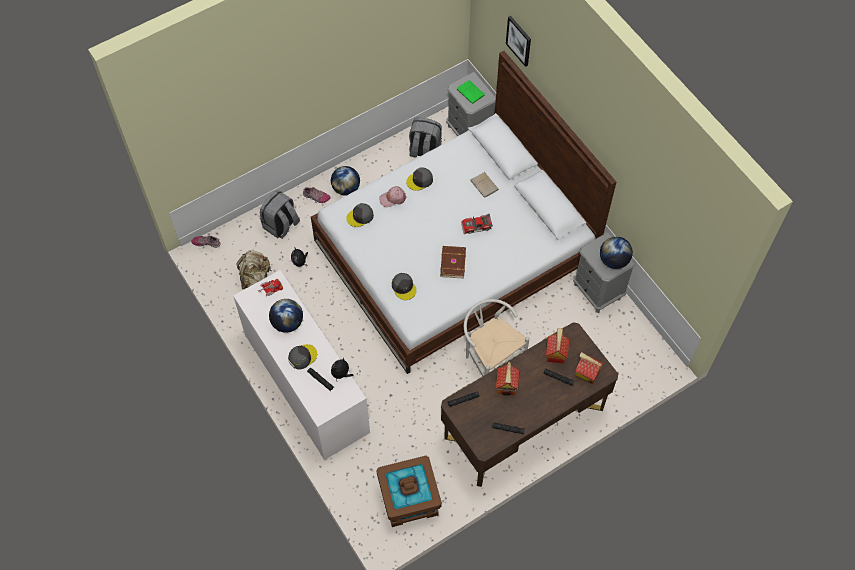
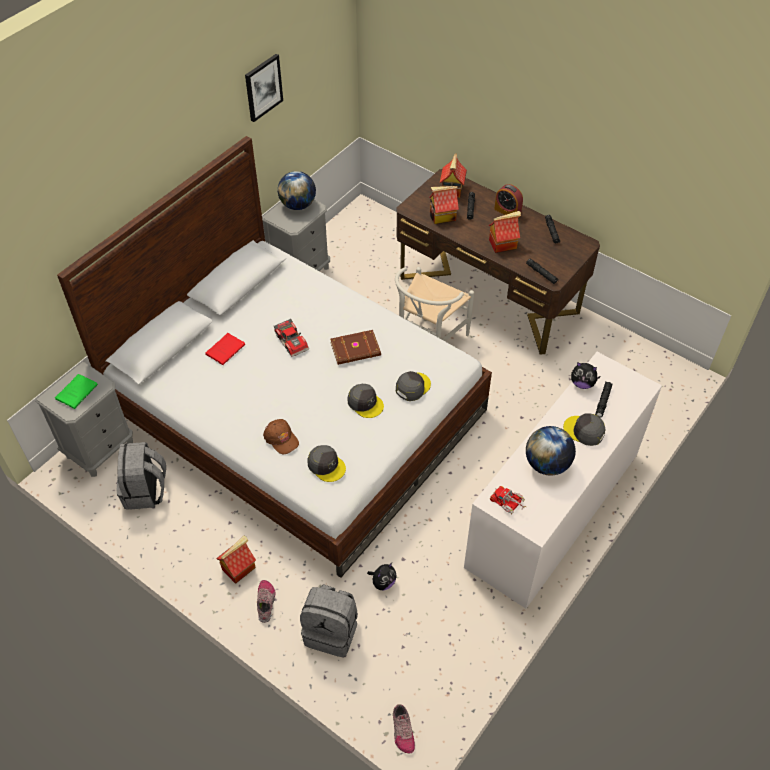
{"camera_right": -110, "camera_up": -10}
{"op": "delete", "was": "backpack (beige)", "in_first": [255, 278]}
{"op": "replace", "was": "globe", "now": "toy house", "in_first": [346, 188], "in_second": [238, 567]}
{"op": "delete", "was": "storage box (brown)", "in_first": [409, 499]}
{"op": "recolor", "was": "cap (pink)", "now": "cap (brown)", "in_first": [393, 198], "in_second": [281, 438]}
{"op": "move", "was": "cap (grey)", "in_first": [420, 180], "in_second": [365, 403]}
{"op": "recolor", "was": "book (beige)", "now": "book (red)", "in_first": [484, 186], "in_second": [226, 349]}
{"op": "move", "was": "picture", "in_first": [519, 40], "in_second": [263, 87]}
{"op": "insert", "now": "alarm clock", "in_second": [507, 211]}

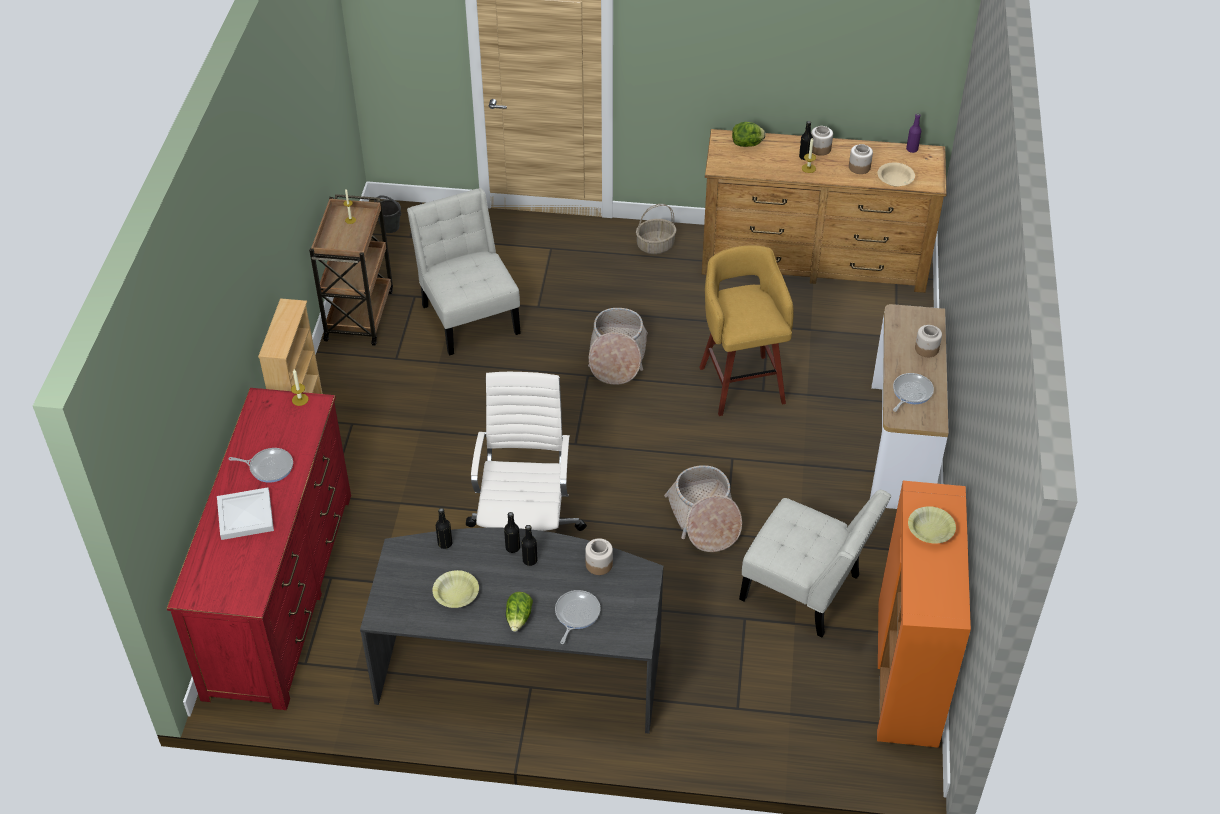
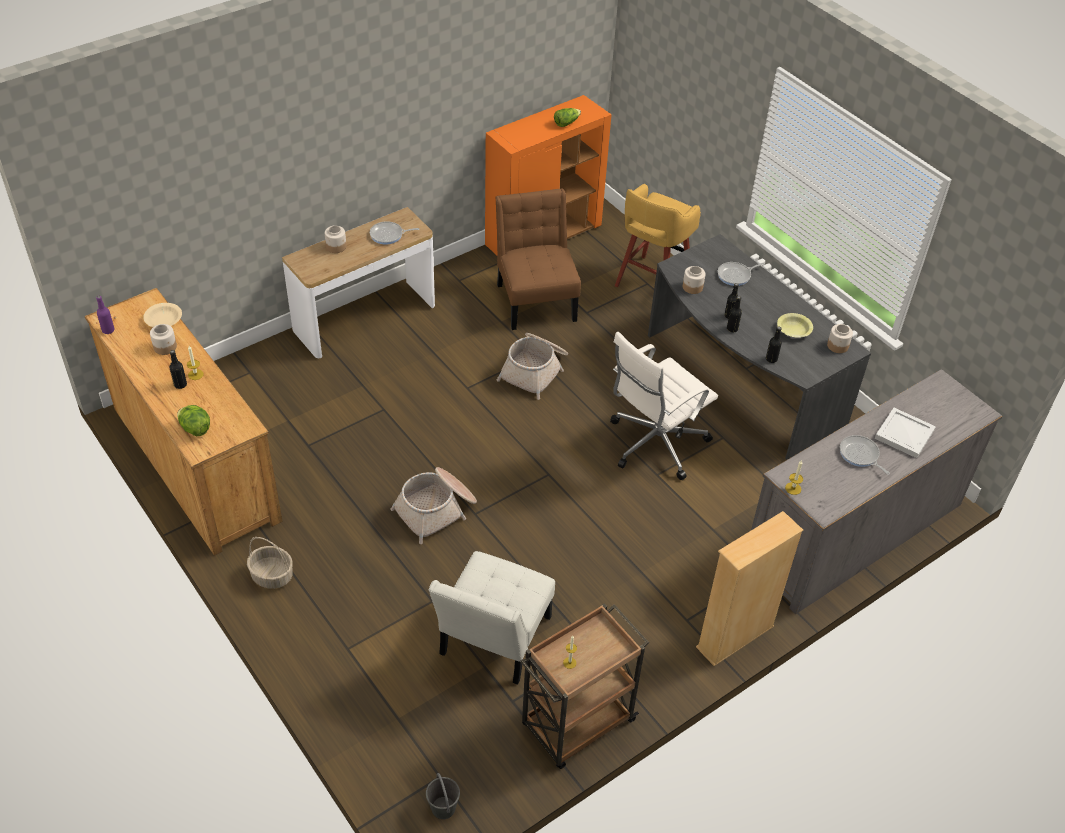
{"camera_right": -135, "camera_up": 0}
{"op": "recolor", "was": "dresser (red)", "now": "dresser (grey)", "in_first": [280, 592], "in_second": [853, 533]}
{"op": "move", "was": "lettuce", "in_first": [519, 618], "in_second": [566, 123]}
{"op": "move", "was": "stool (yellow)", "in_first": [741, 383], "in_second": [651, 283]}
{"op": "recolor", "was": "chair (white)", "now": "chair (brown)", "in_first": [806, 591], "in_second": [535, 299]}
{"op": "move", "was": "jar", "in_first": [820, 149], "in_second": [838, 346]}
{"op": "delete", "was": "bowl (yellow)", "in_first": [930, 530]}

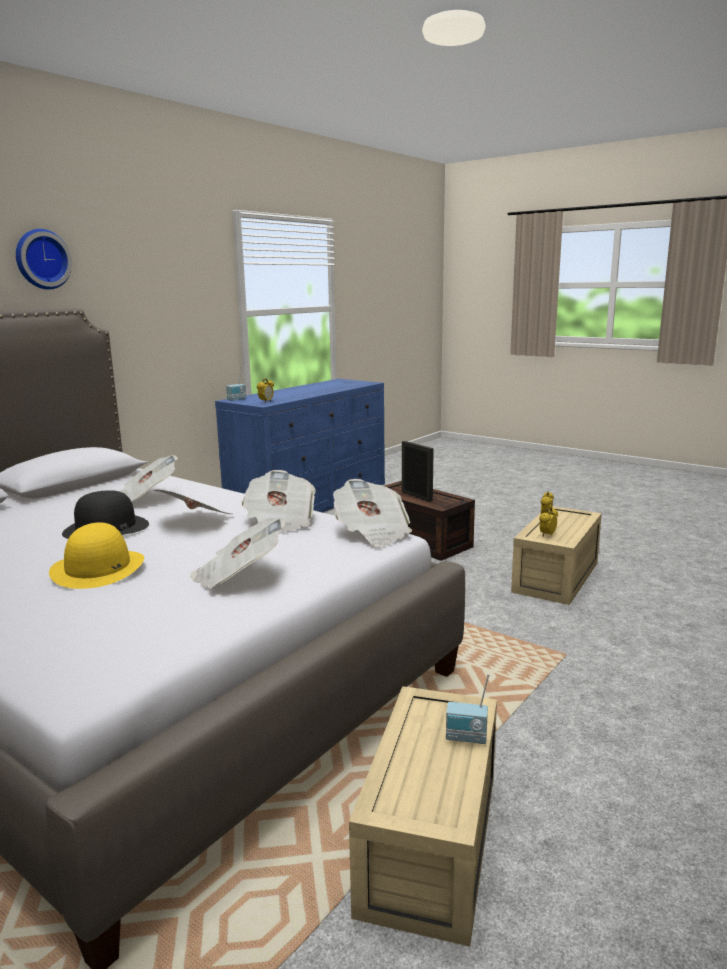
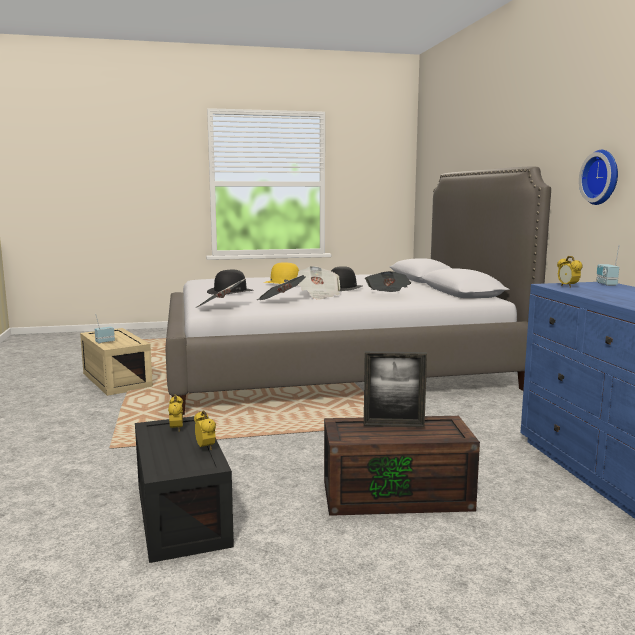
{"camera_right": 130, "camera_up": -5}
{"op": "move", "was": "wall clock", "in_first": [41, 259], "in_second": [602, 177]}
{"op": "replace", "was": "newspaper", "now": "hat (black)", "in_first": [238, 577], "in_second": [230, 291]}
{"op": "recolor", "was": "storage box (beige)", "now": "storage box (black)", "in_first": [557, 578], "in_second": [179, 514]}

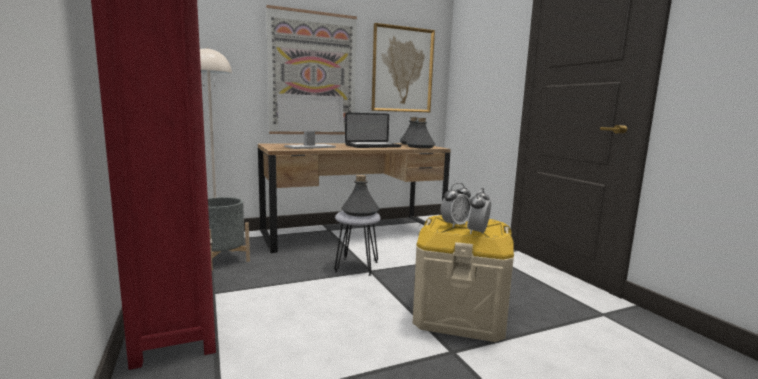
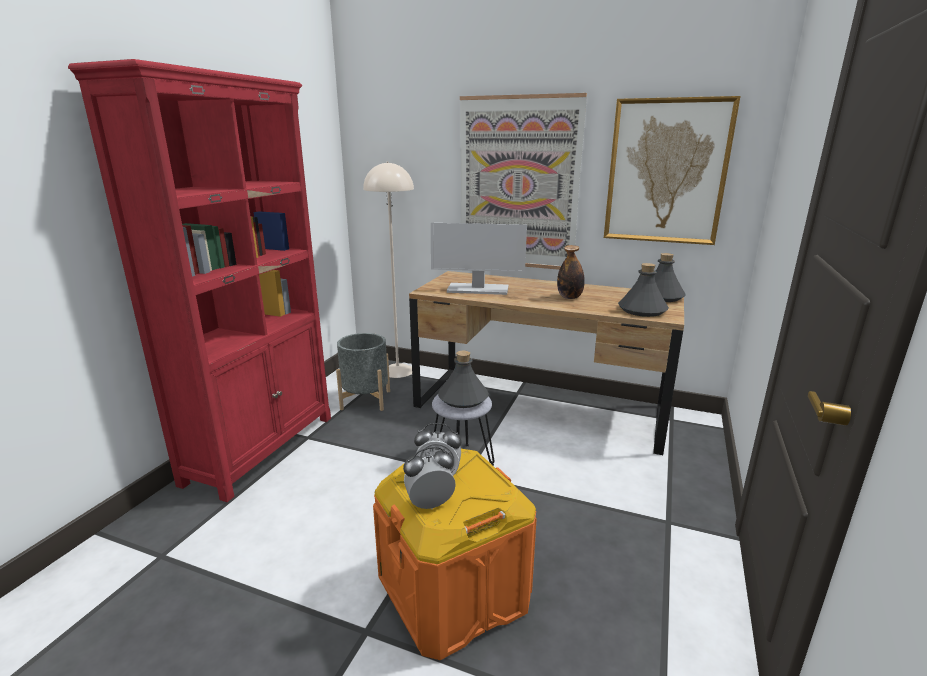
{"camera_right": 45, "camera_up": 10}
{"op": "replace", "was": "laptop", "now": "bottle", "in_first": [373, 146], "in_second": [569, 297]}
{"op": "recolor", "was": "storage box (beige)", "now": "storage box (orange)", "in_first": [459, 315], "in_second": [454, 592]}

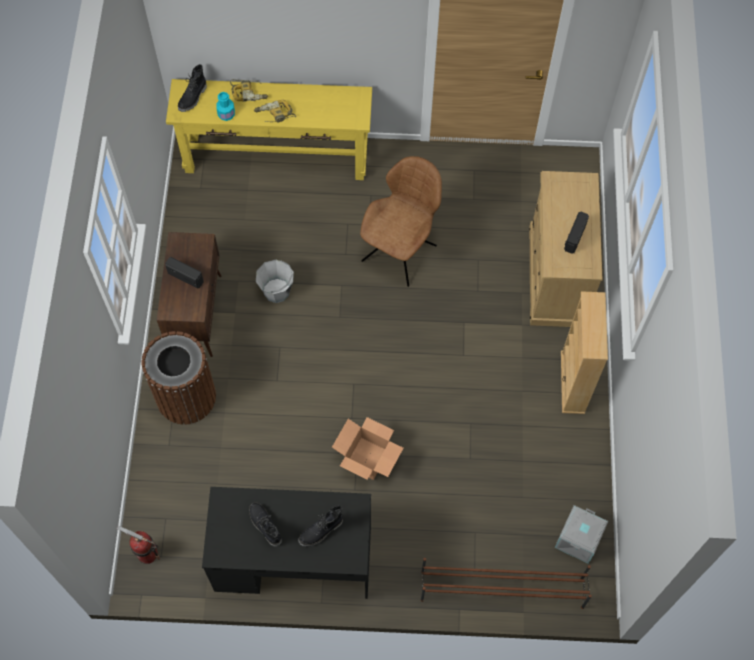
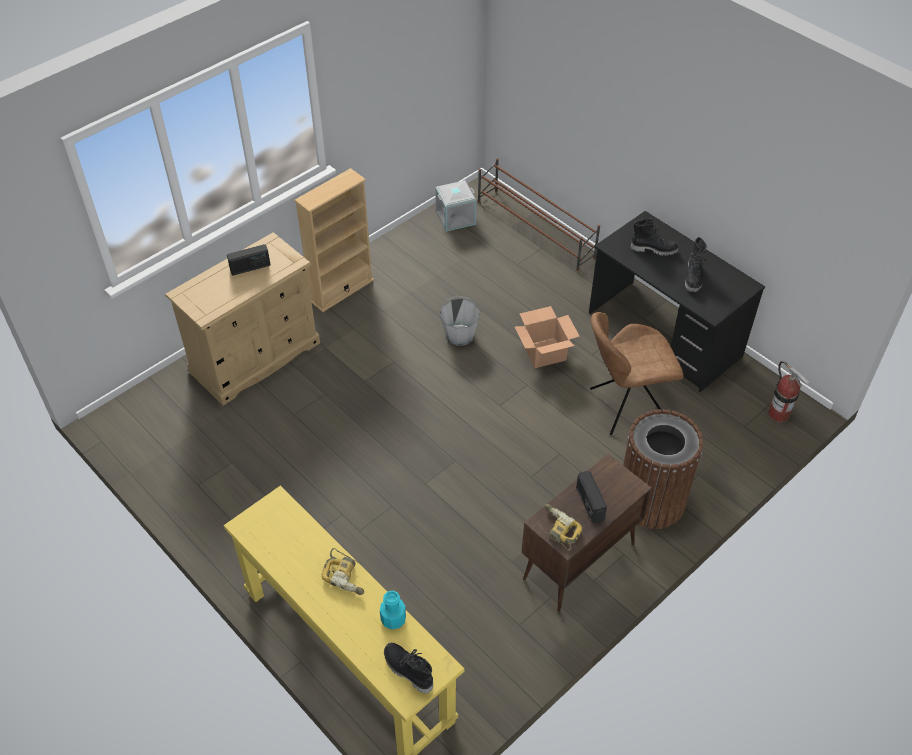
{"camera_right": -135, "camera_up": -15}
{"op": "rotate", "was": "boot (black)", "in_first": [193, 98], "in_second": [407, 671], "clockwise": -120}
{"op": "move", "was": "power drill", "in_first": [249, 92], "in_second": [557, 530]}
{"op": "move", "was": "bucket (grey)", "in_first": [277, 291], "in_second": [460, 335]}
{"op": "move", "was": "chair (brown)", "in_first": [400, 251], "in_second": [625, 406]}

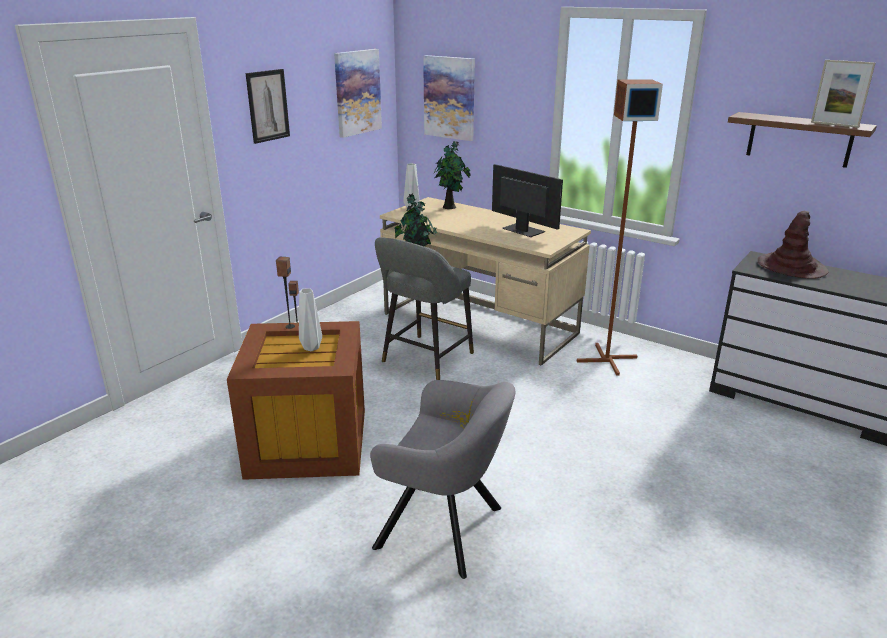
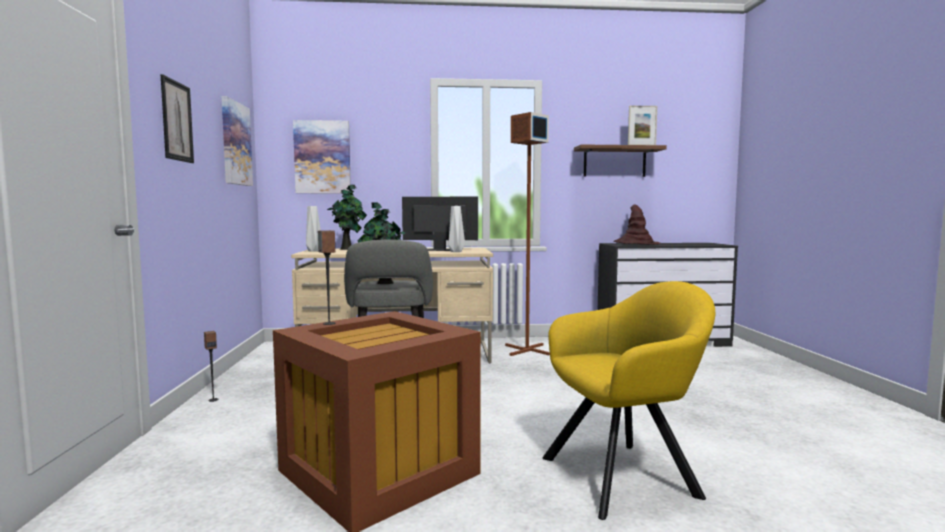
{"camera_right": -40, "camera_up": -20}
{"op": "move", "was": "vase (grey)", "in_first": [311, 347], "in_second": [455, 251]}
{"op": "recolor", "was": "armchair (grey)", "now": "armchair (yellow)", "in_first": [446, 530], "in_second": [626, 475]}

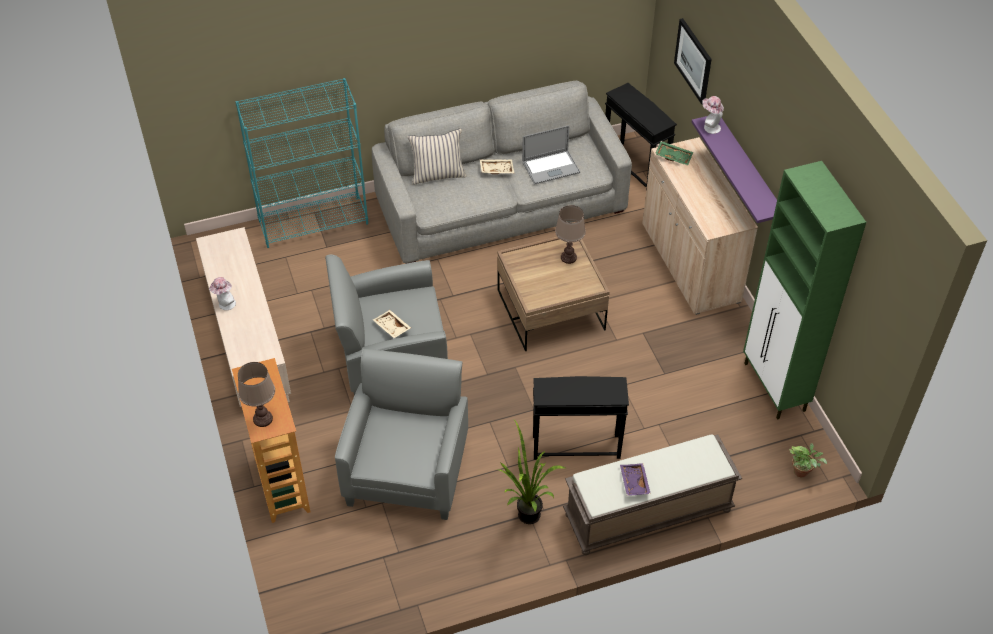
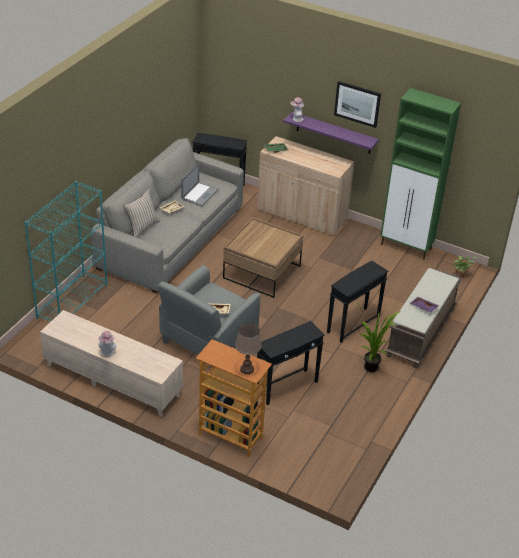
{"camera_right": -45, "camera_up": -10}
{"op": "replace", "was": "armchair (grey)", "now": "side table (black)", "in_first": [407, 471], "in_second": [287, 387]}
{"op": "delete", "was": "table lamp (brown)", "in_first": [568, 257]}
{"op": "move", "was": "picture", "in_first": [693, 60], "in_second": [357, 103]}

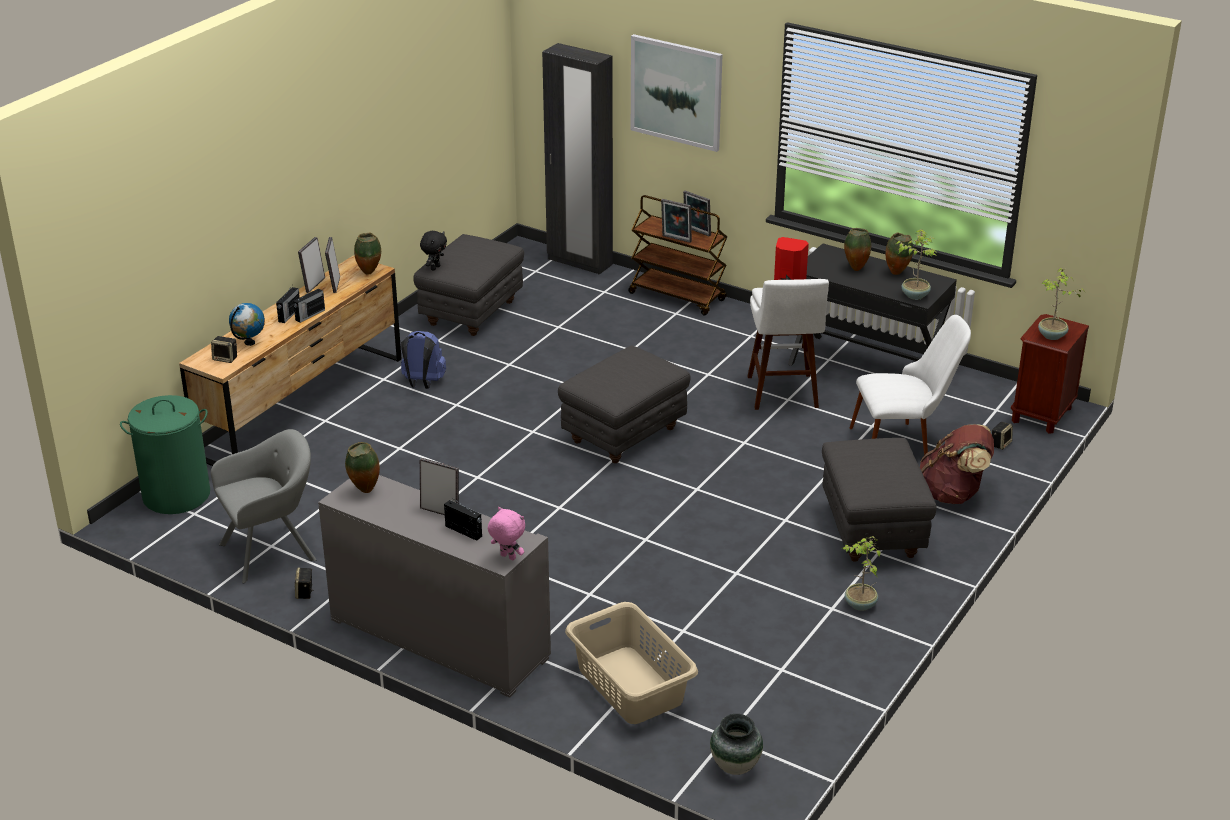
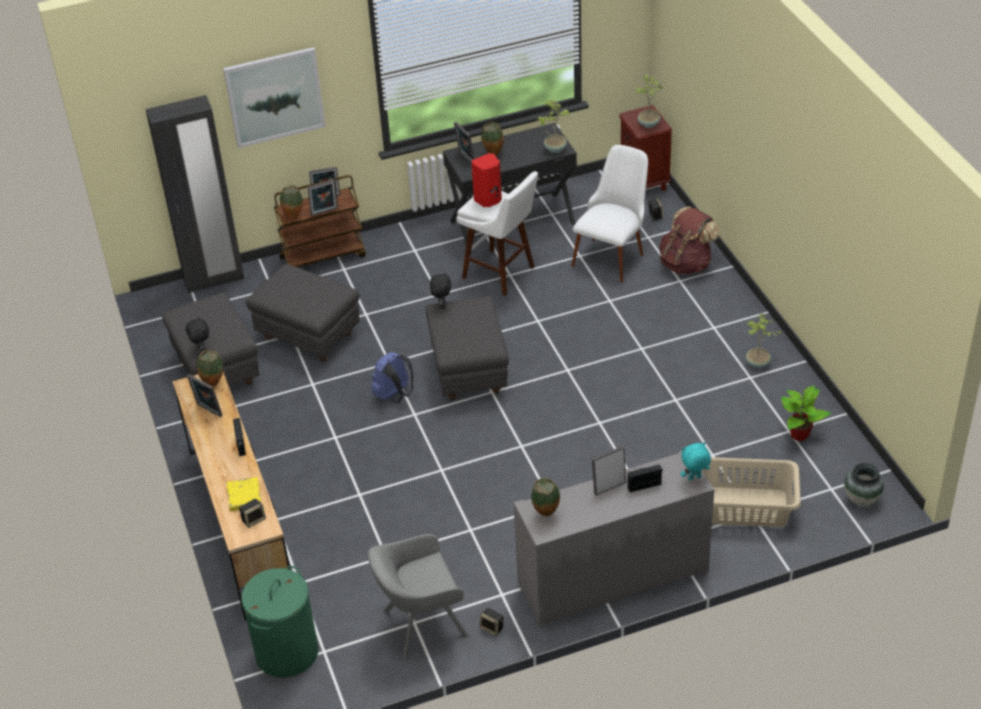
{"camera_right": -50, "camera_up": 10}
{"op": "rotate", "was": "armchair (grey)", "in_first": [272, 550], "in_second": [421, 624], "clockwise": -120}
{"op": "replace", "was": "globe", "now": "book (yellow)", "in_first": [249, 343], "in_second": [244, 496]}
{"op": "delete", "was": "radio", "in_first": [289, 315]}
{"op": "move", "was": "picture frame", "in_first": [313, 284], "in_second": [465, 158]}
{"op": "move", "was": "backpack (blue)", "in_first": [422, 383], "in_second": [394, 395]}
{"op": "recolor", "was": "plush toy (pink)", "now": "plush toy (turquoise)", "in_first": [507, 557], "in_second": [694, 478]}
{"op": "move", "was": "ottoman (grey)", "in_first": [871, 531], "in_second": [307, 336]}
{"op": "move", "was": "vase", "in_first": [897, 273], "in_second": [293, 217]}
{"op": "insert", "now": "plush toy (black)", "in_second": [441, 305]}
{"op": "insert", "now": "potted plant", "in_second": [799, 434]}

